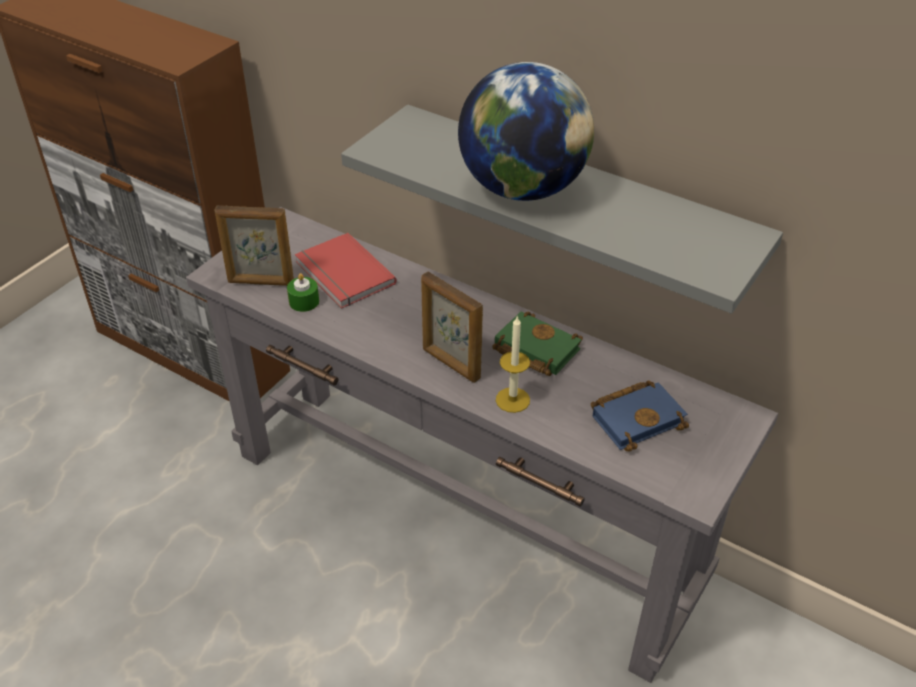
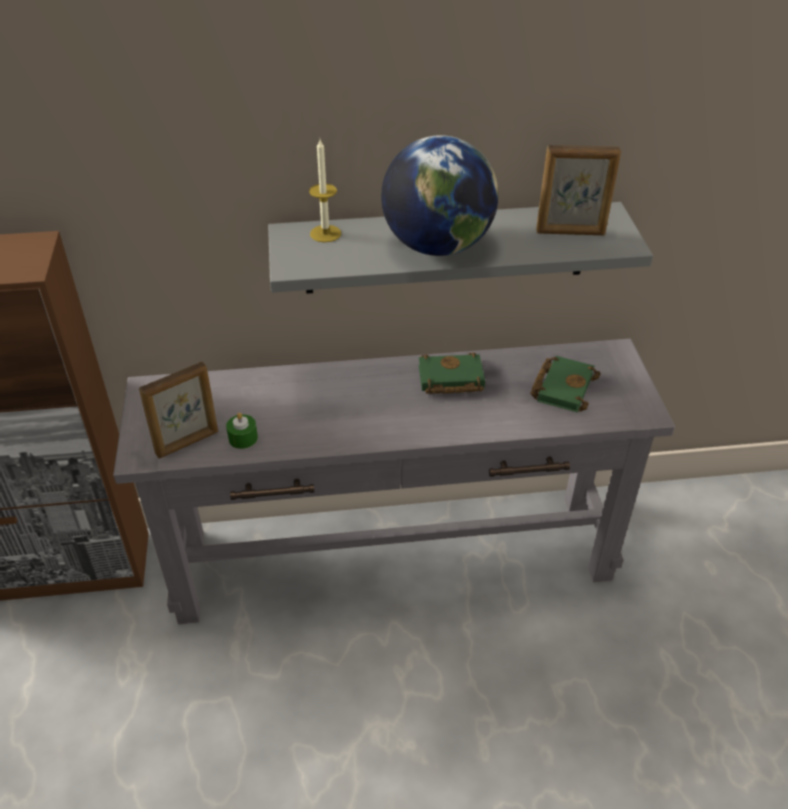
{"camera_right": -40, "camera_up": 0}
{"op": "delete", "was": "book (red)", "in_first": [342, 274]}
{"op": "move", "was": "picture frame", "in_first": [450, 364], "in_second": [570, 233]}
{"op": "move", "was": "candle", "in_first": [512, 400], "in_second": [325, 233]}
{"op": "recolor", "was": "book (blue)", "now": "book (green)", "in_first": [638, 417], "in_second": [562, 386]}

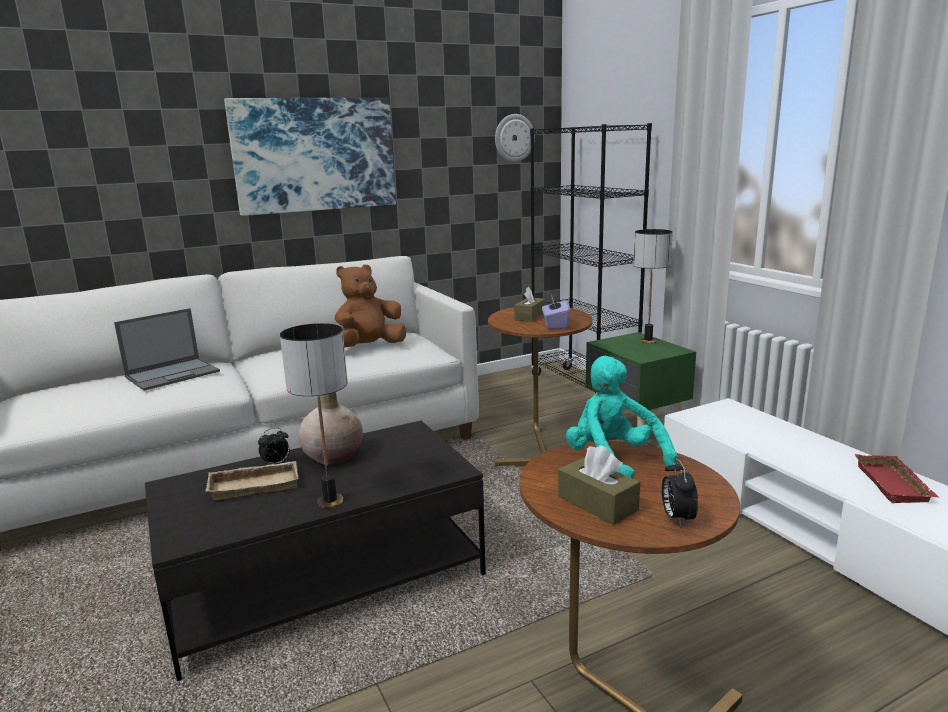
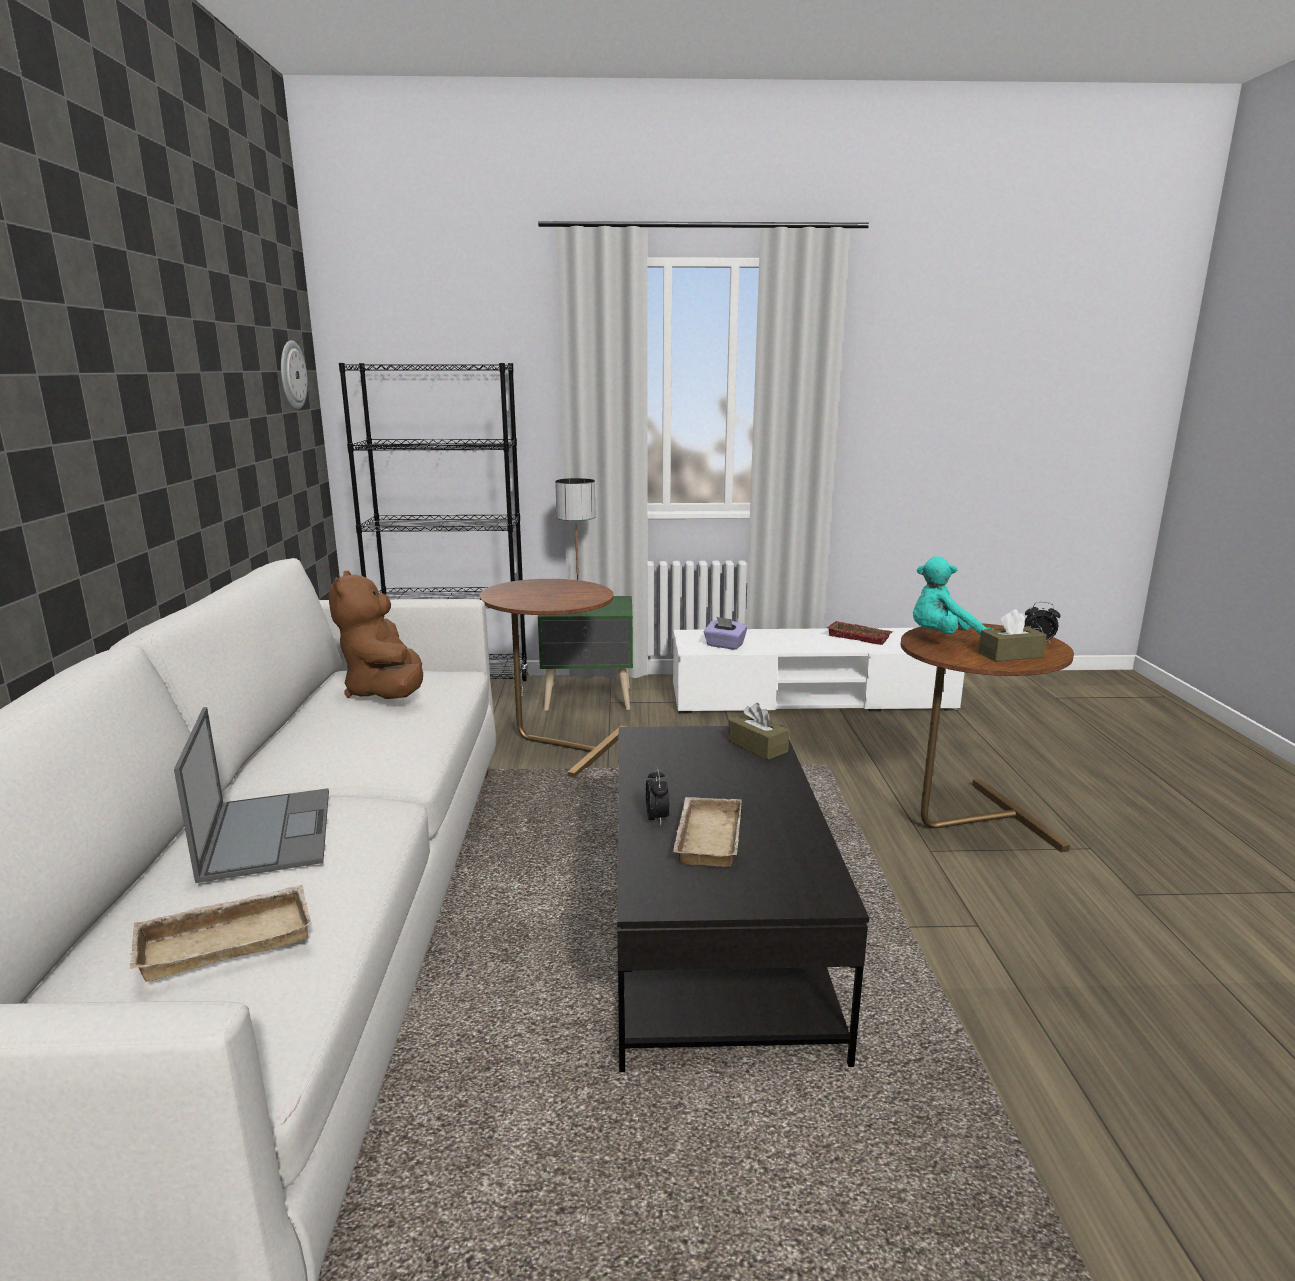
{"camera_right": -65, "camera_up": 0}
{"op": "delete", "was": "picture", "in_first": [315, 155]}
{"op": "delete", "was": "table lamp", "in_first": [329, 502]}
{"op": "delete", "was": "vase (beige)", "in_first": [333, 456]}
{"op": "move", "was": "tissue box (brown)", "in_first": [529, 316], "in_second": [757, 746]}
{"op": "move", "was": "tissue box (purple)", "in_first": [555, 325], "in_second": [724, 645]}
{"op": "insert", "now": "tray (beige)", "in_second": [228, 938]}

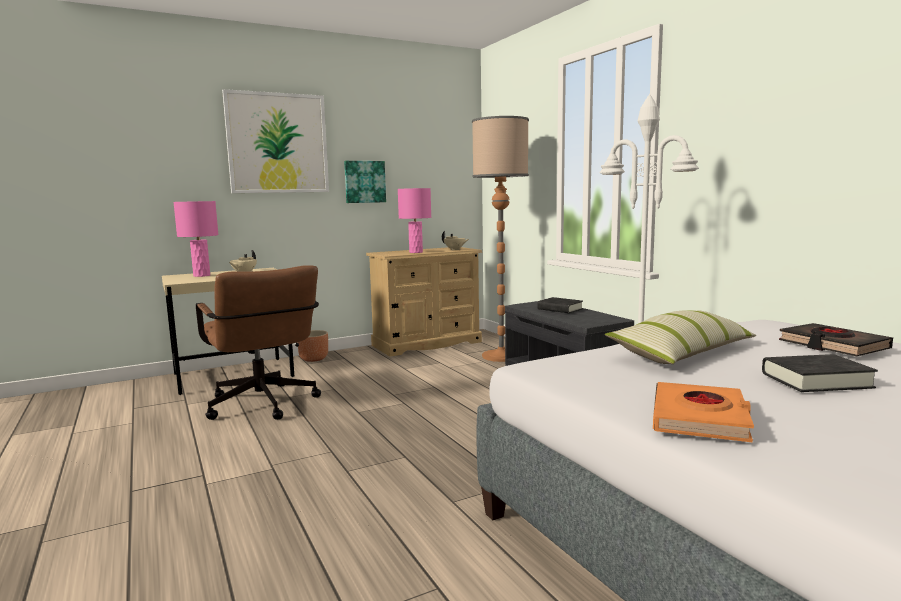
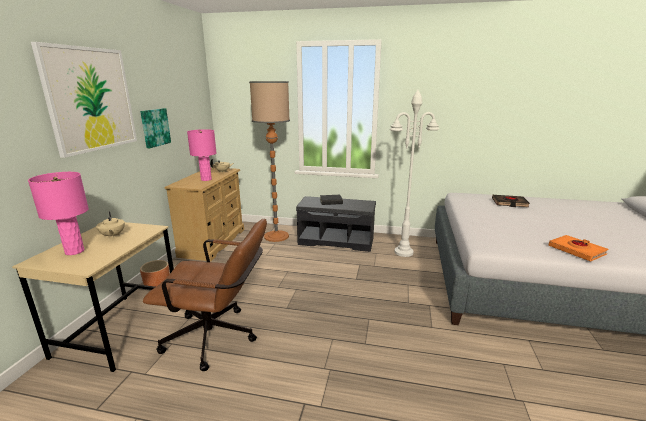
{"camera_right": -50, "camera_up": 10}
{"op": "delete", "was": "pillow", "in_first": [681, 353]}
{"op": "delete", "was": "book (black)", "in_first": [816, 380]}

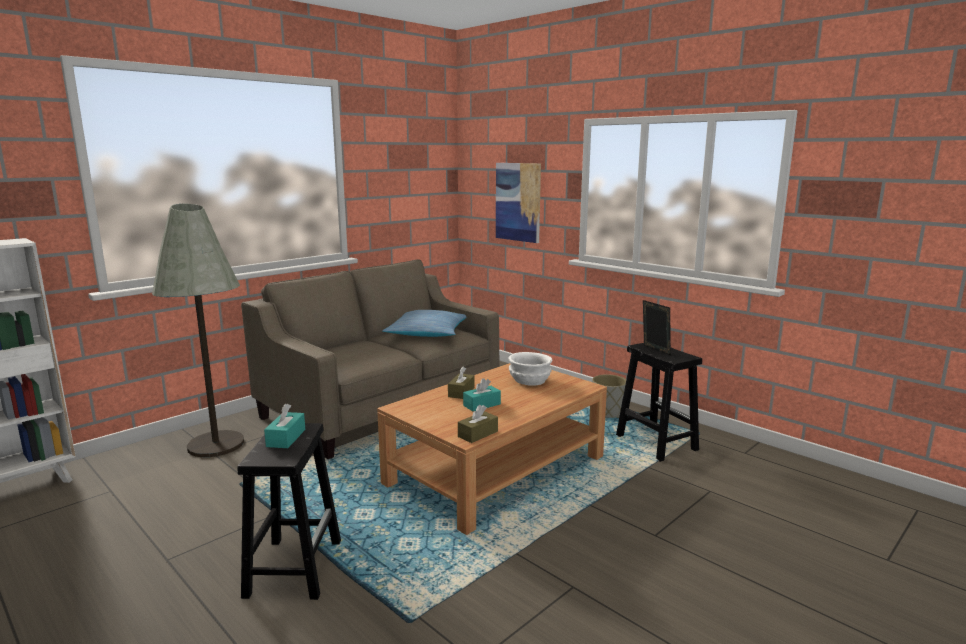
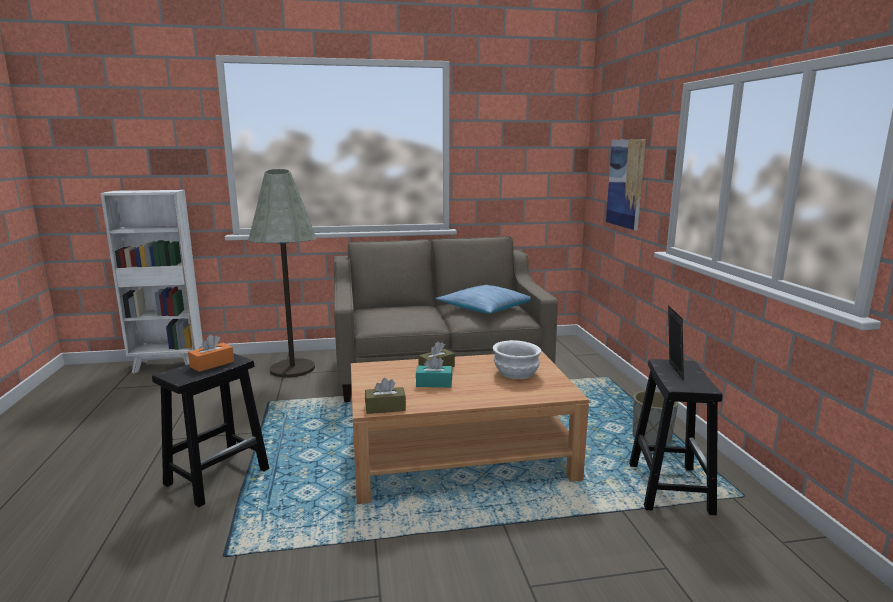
{"camera_right": 35, "camera_up": 0}
{"op": "recolor", "was": "tissue box (turquoise)", "now": "tissue box (orange)", "in_first": [286, 438], "in_second": [212, 364]}

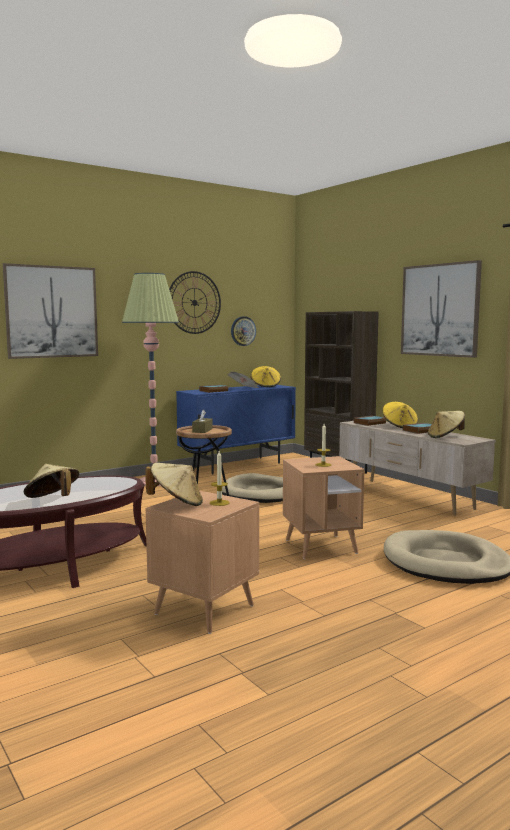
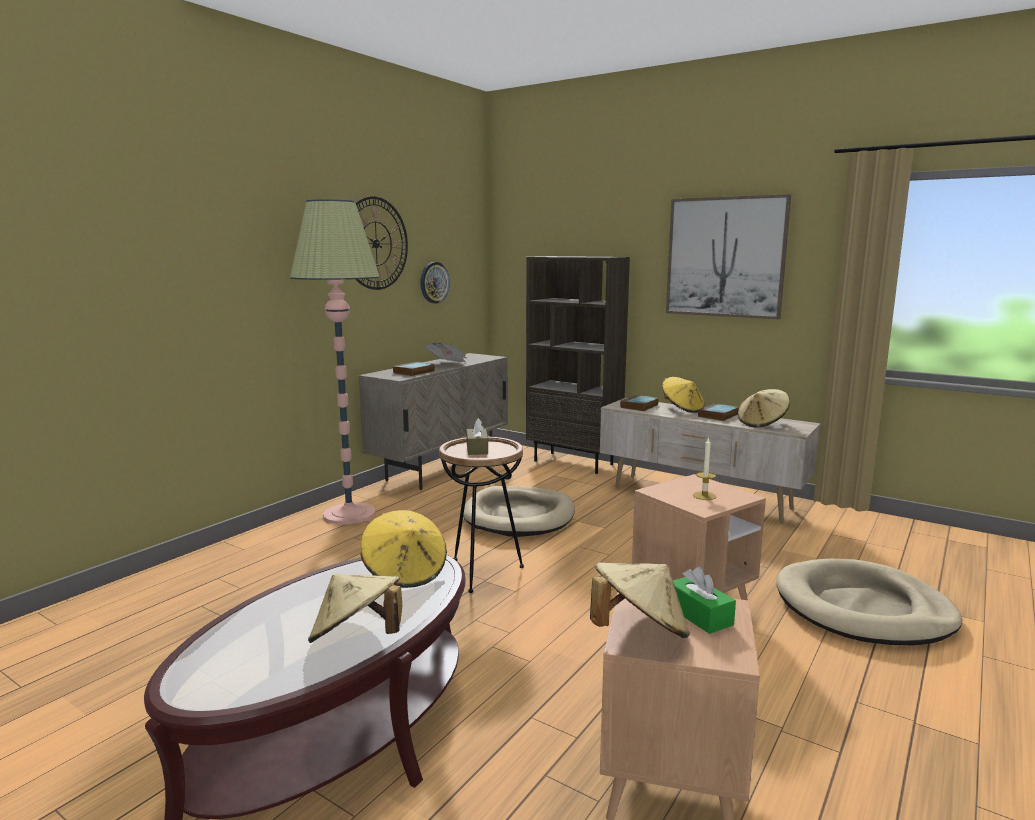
{"camera_right": -20, "camera_up": 5}
{"op": "delete", "was": "picture", "in_first": [52, 312]}
{"op": "recolor", "was": "cabinet (blue)", "now": "cabinet (beige)", "in_first": [238, 465], "in_second": [441, 470]}
{"op": "replace", "was": "candle", "now": "tissue box (green)", "in_first": [219, 503], "in_second": [699, 615]}
{"op": "move", "was": "hat (yellow)", "in_first": [265, 386], "in_second": [405, 573]}

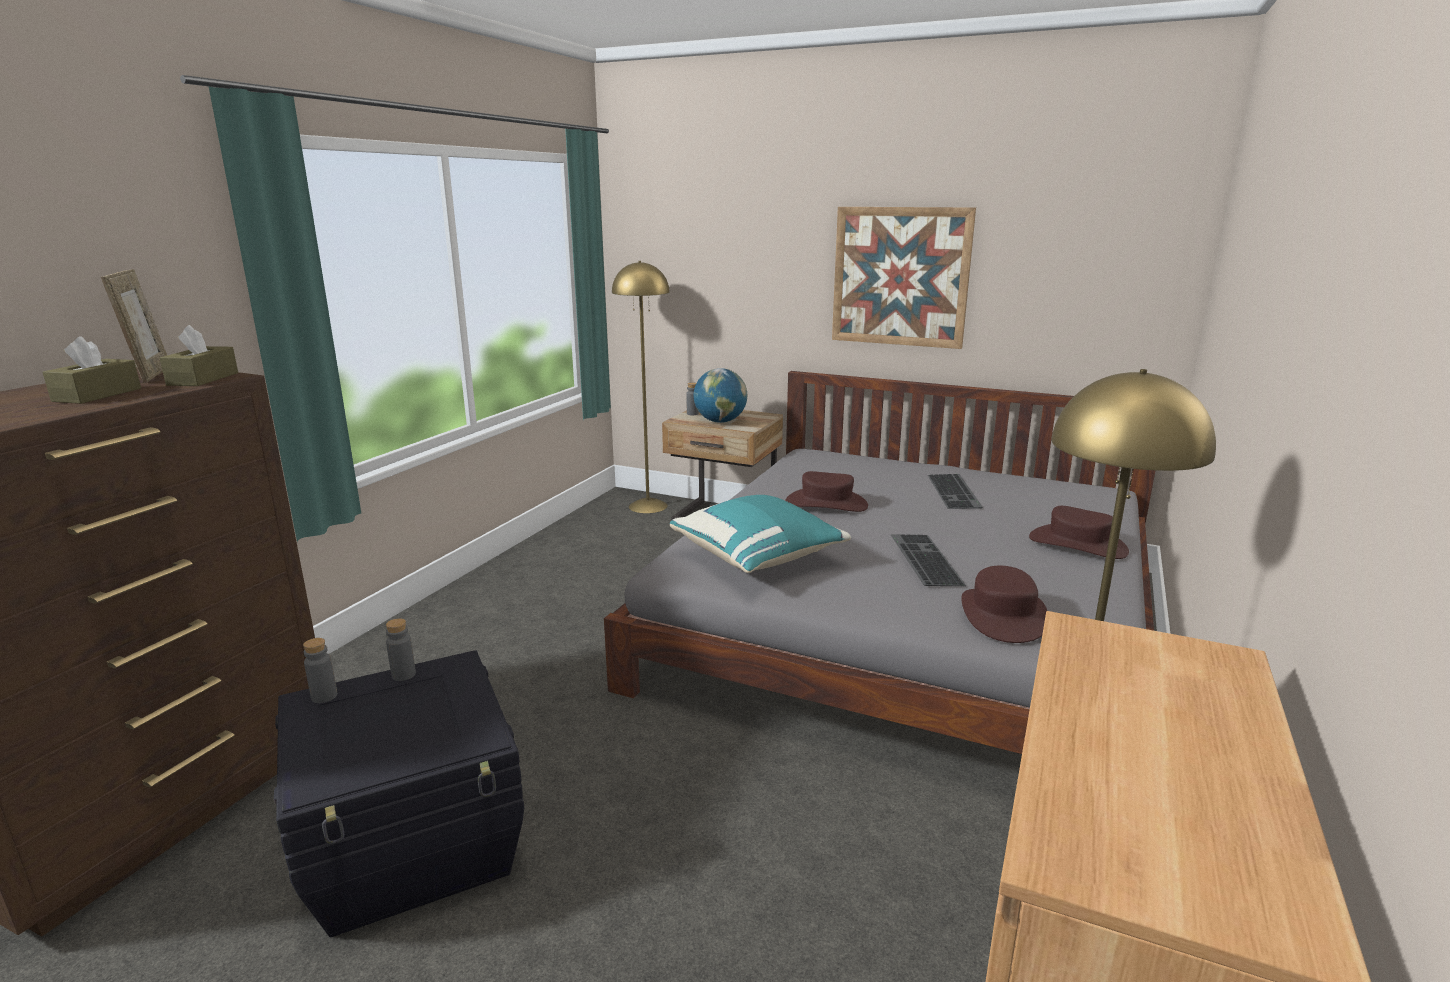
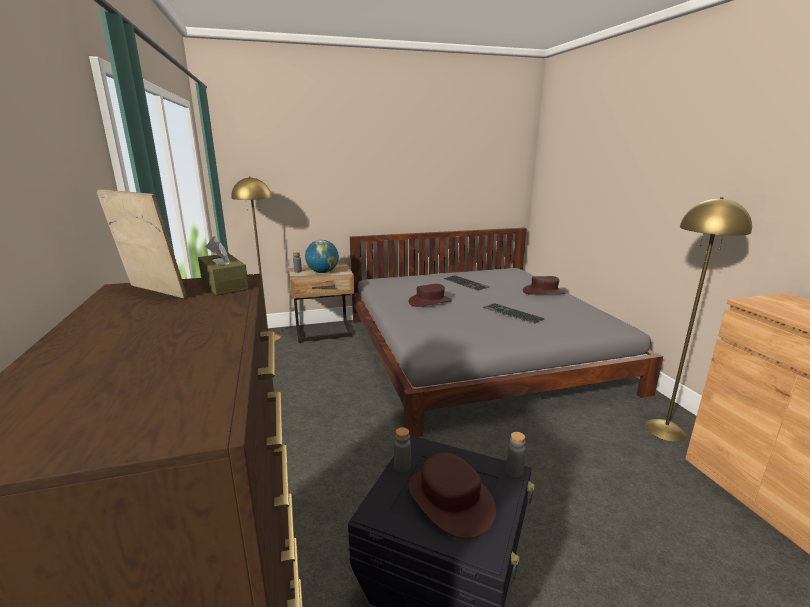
{"camera_right": -40, "camera_up": 0}
{"op": "delete", "was": "tissue box (brown)", "in_first": [97, 395]}
{"op": "move", "was": "bottle (grey)", "in_first": [324, 696], "in_second": [514, 471]}
{"op": "delete", "was": "pillow (turquoise)", "in_first": [759, 557]}
{"op": "delete", "was": "picture", "in_first": [900, 277]}
{"op": "move", "was": "hat (brown)", "in_first": [1002, 615], "in_second": [449, 500]}

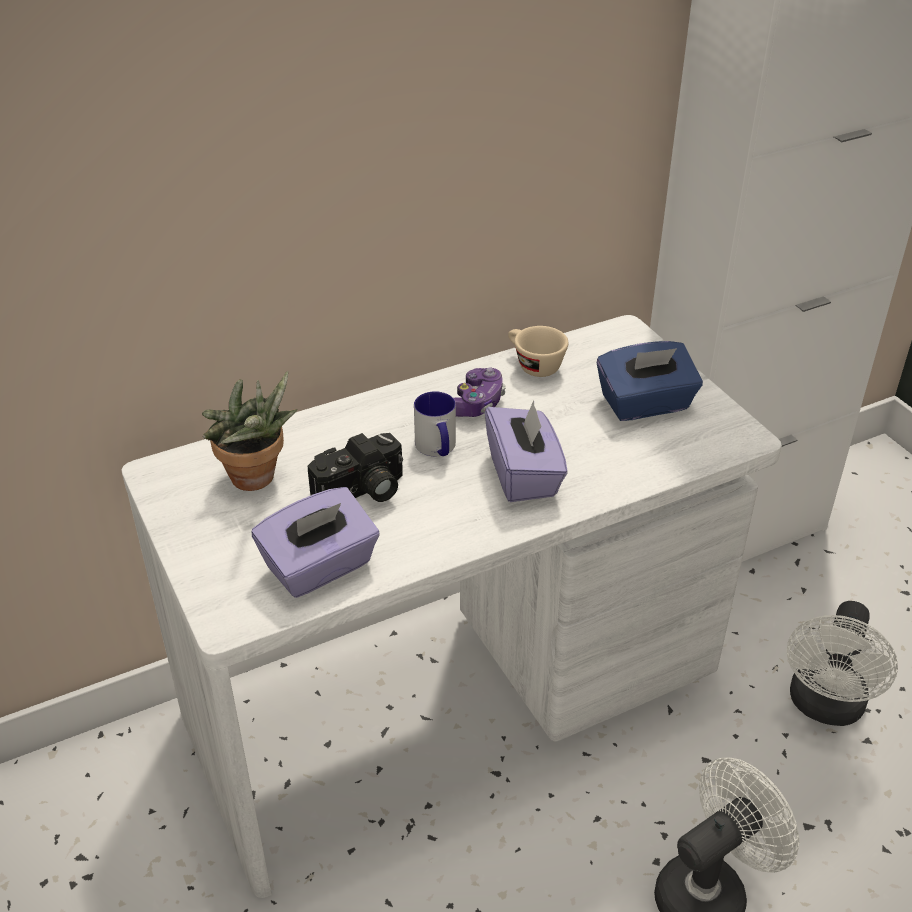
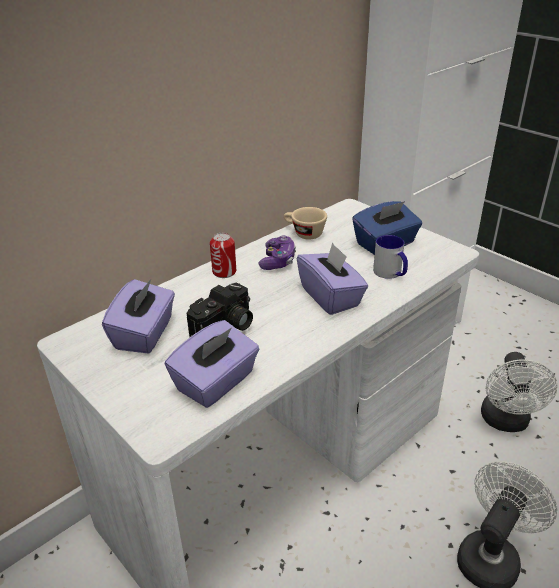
{"camera_right": -15, "camera_up": -5}
{"op": "replace", "was": "potted plant", "now": "tissue box (purple)", "in_first": [257, 481], "in_second": [145, 334]}
{"op": "move", "was": "mug", "in_first": [437, 449], "in_second": [391, 273]}
{"op": "insert", "now": "can", "in_second": [224, 272]}

